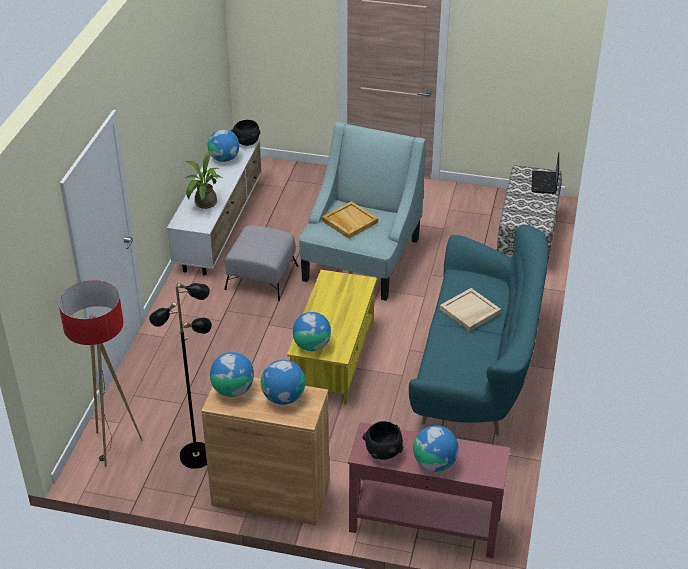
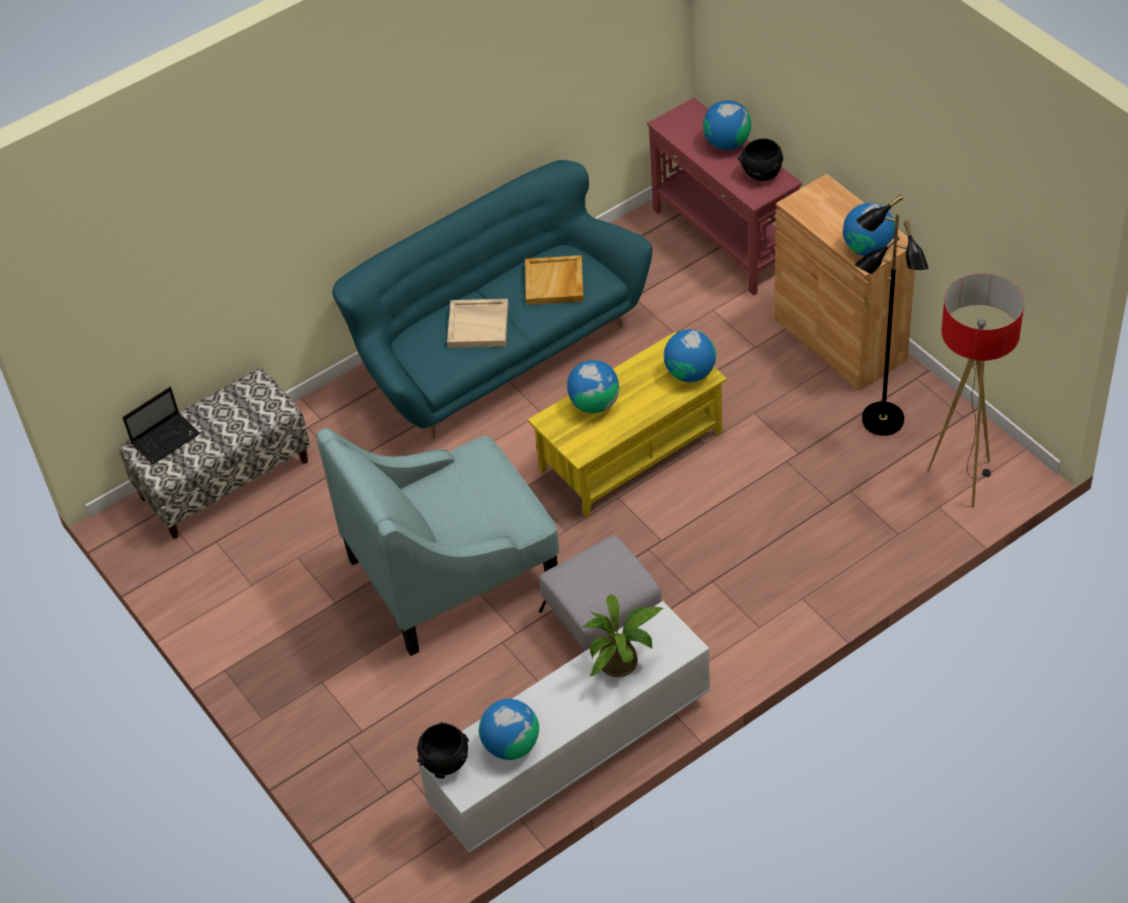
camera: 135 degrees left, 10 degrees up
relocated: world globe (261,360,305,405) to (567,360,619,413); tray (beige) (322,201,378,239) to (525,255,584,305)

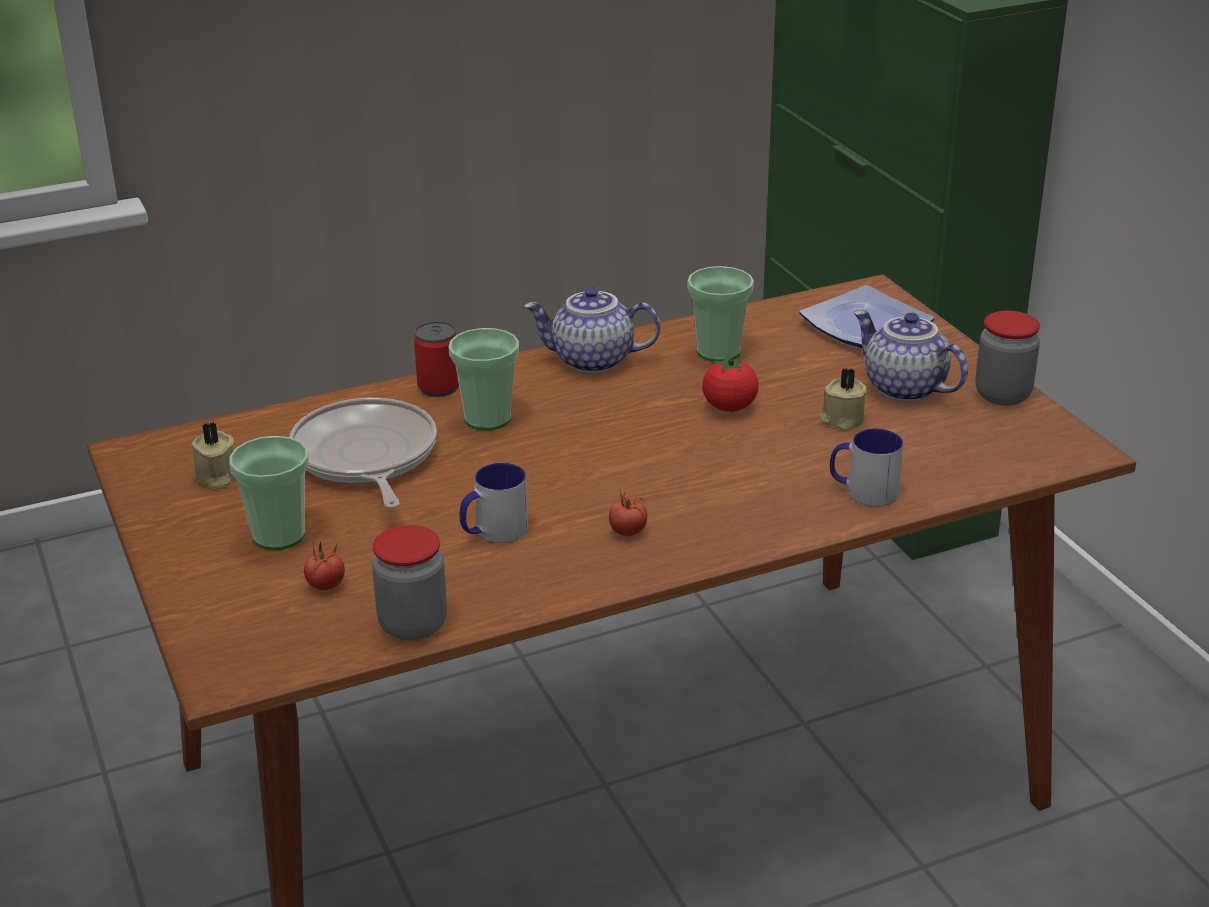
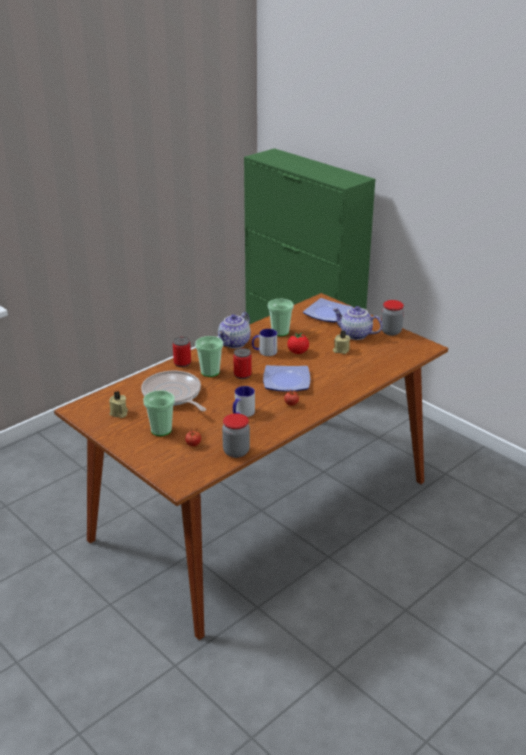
camera: 20 degrees left, 0 degrees up
appeared: metal can (233,348,252,379); dinner plate (263,365,310,392)
relocated: mug (830,429,903,506) to (252,329,277,356)
spun: pot for tea (524,287,661,373) = (218,312,251,348) 45 degrees counterclockwise

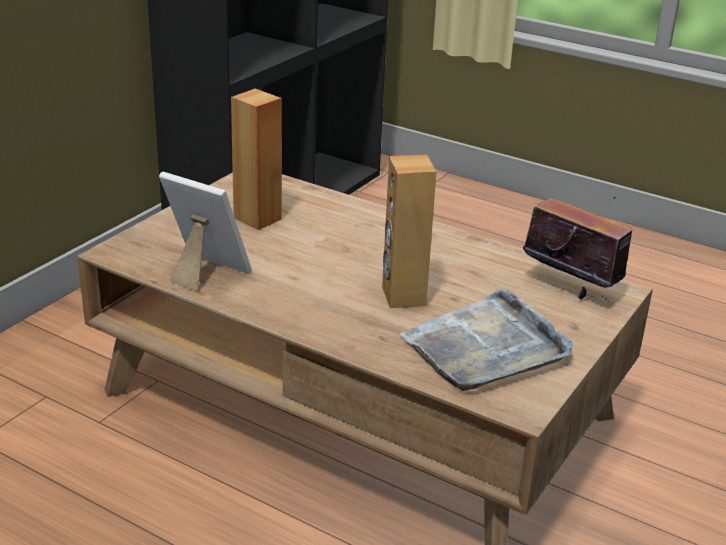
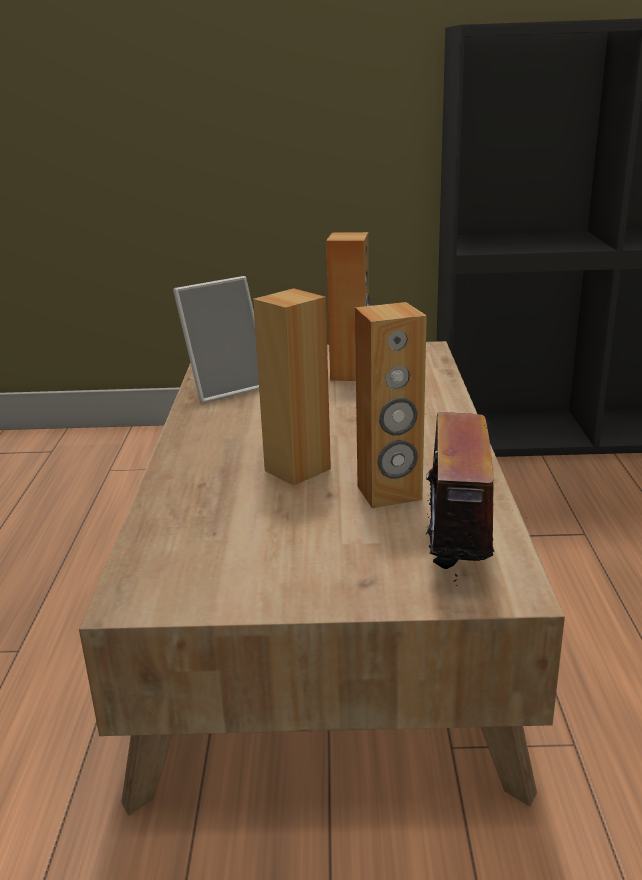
camera: 60 degrees right, 5 degrees down
missing: tray (gray) (399,288,573,391)
appeared: audio speaker (brownish) (355,302,427,508)
spun: picture frame (159,172,252,292) = (173,276,259,404) 60 degrees clockwise

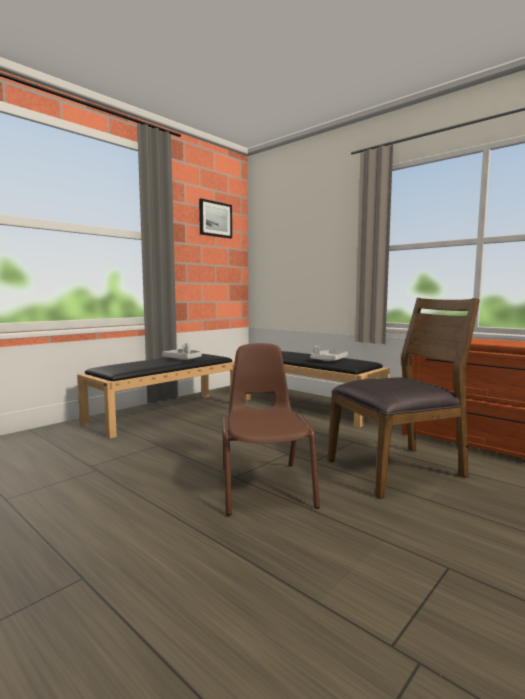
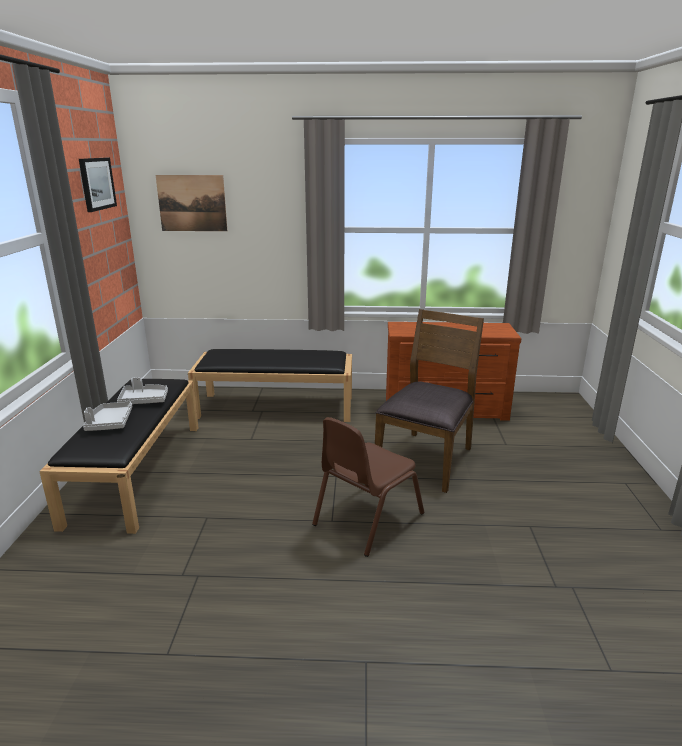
camera: 40 degrees left, 15 degrees up
appeared: wall picture (156,175,227,231)
relocated: tray (gray) (310,346,348,361) to (83,402,133,431)
spun: plain chair (brownish) (222,343,320,516) = (312,417,424,557) 90 degrees counterclockwise

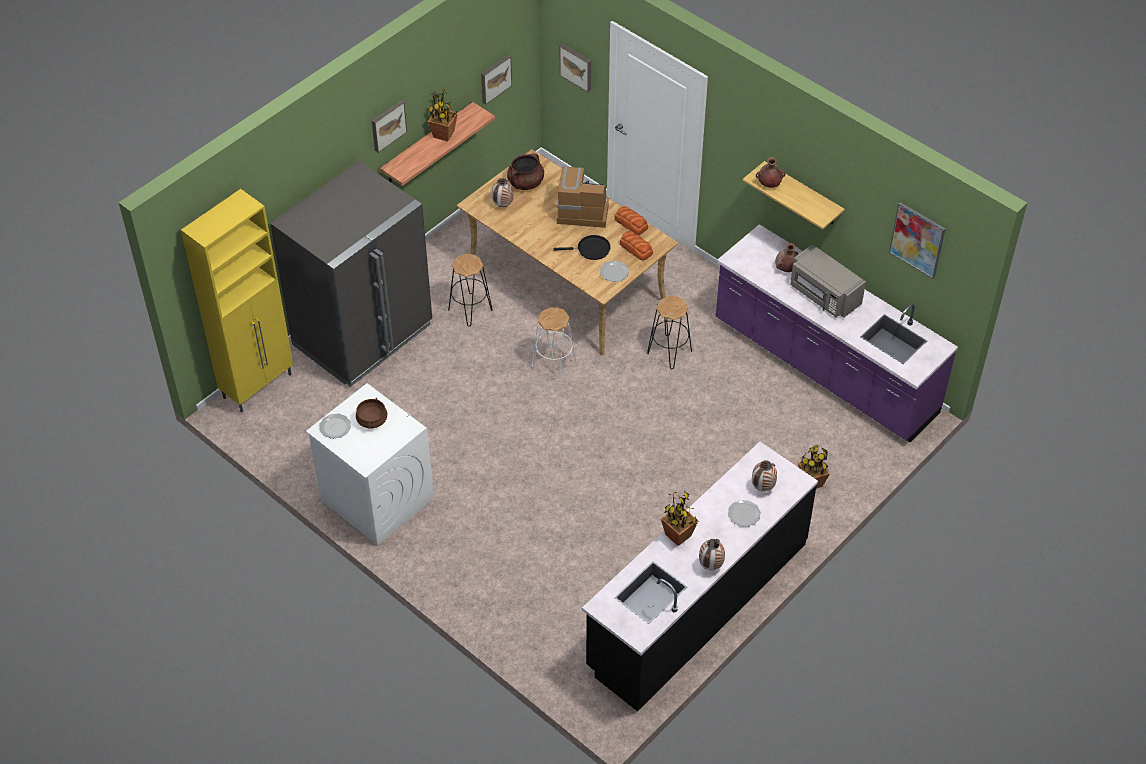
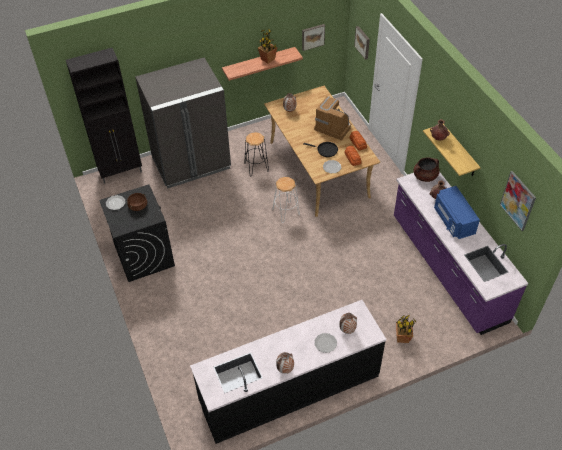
camera: 25 degrees right, 0 degrees up
missing: wall picture (371,100,407,153); sitting stool (black) (647,296,692,369); potted plant (661,491,698,546)
relocated: cooking pot (brownish) (507,153,544,190) to (414,157,440,182)
colour: cabinet (yellow-coloured) (181,189,293,413) to cabinet (black) (66,48,142,184); washing machine (white) (306,383,434,546) to washing machine (black) (99,184,175,282); kitchen microwave (gray) (790,244,866,318) to kitchen microwave (blue-coloured) (434,186,480,239)

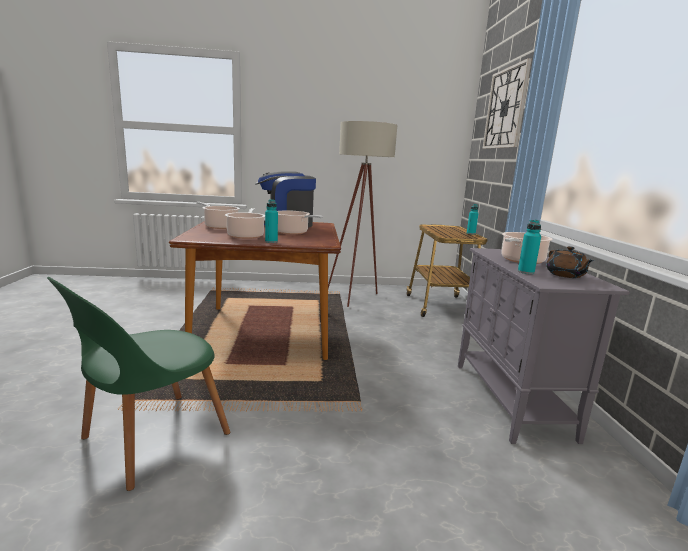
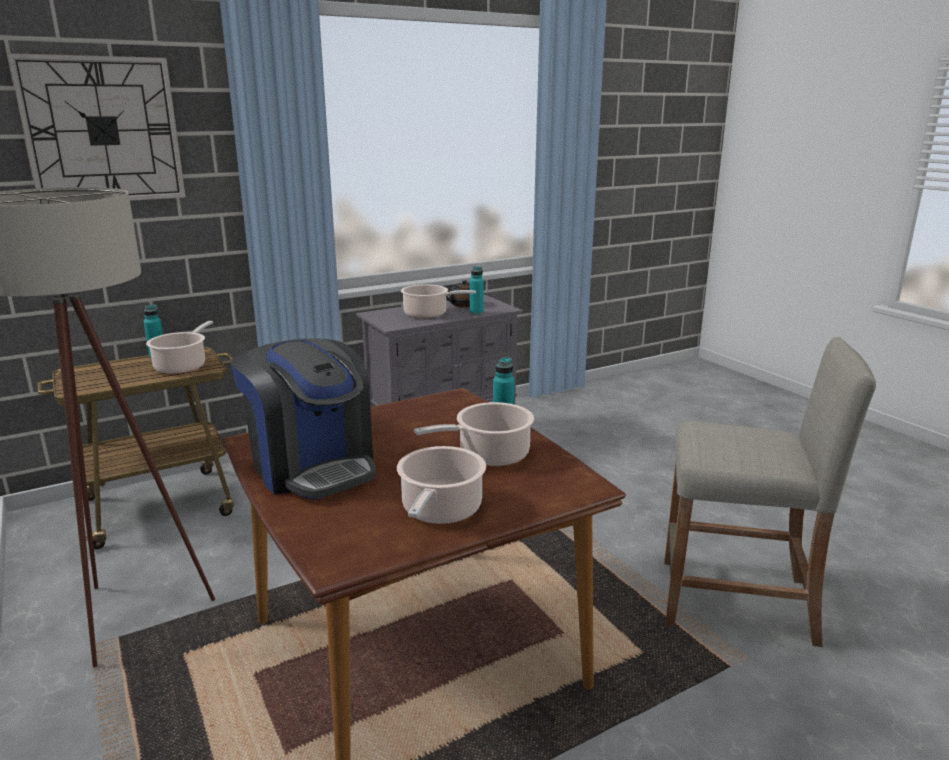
camera: 115 degrees left, 5 degrees up
relocated: cooking pot (278,211,323,235) to (146,321,213,374)
exchanged: plain chair (green) (47,277,231,491) to sitting stool (beige) (665,337,876,647)

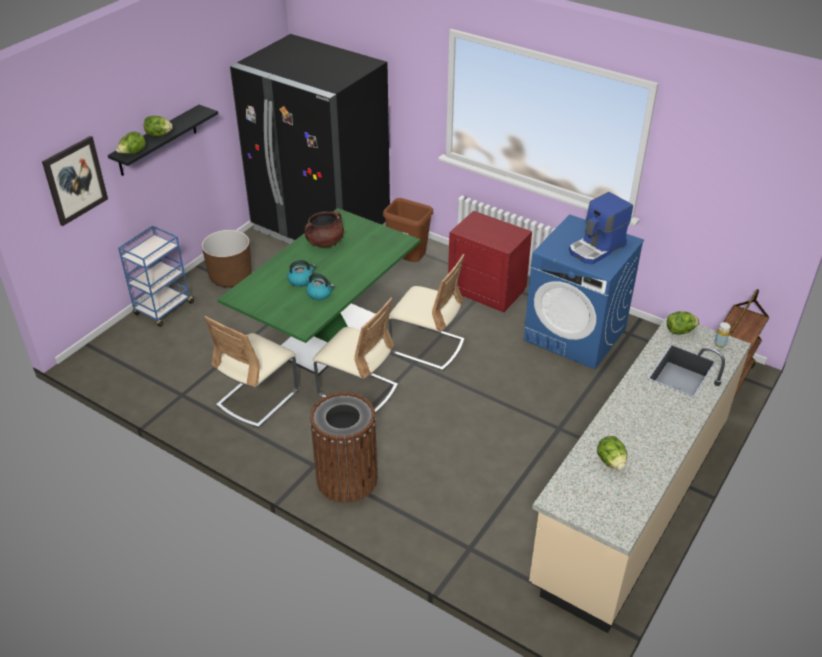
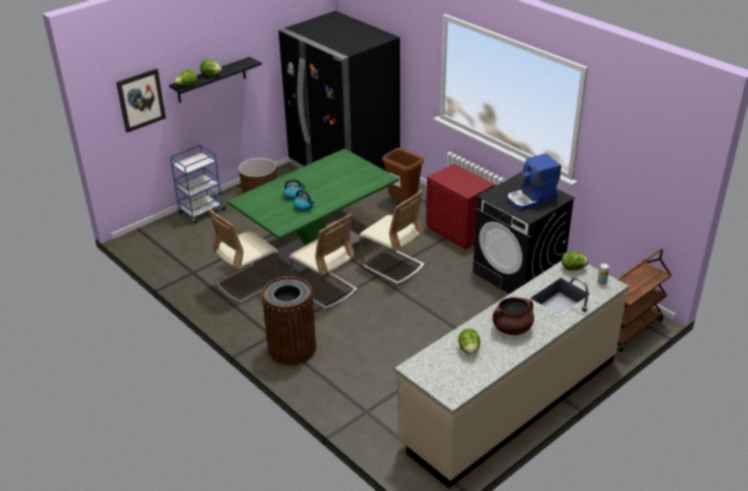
camera: 15 degrees right, 5 degrees down
relocated: cooking pot (brownish) (305,211,344,247) to (492,297,534,335)
colour: washing machine (blue-coloured) (523,214,644,370) to washing machine (black) (473,172,575,294)

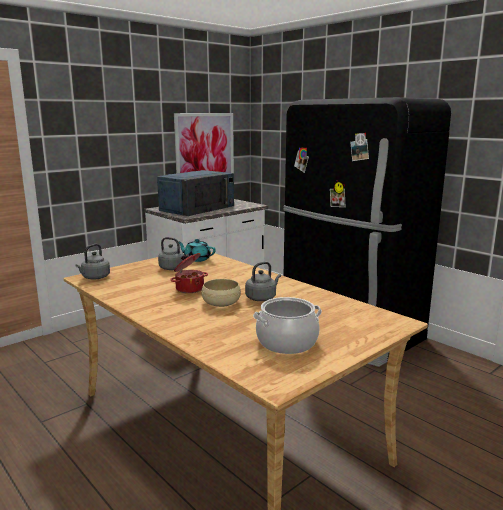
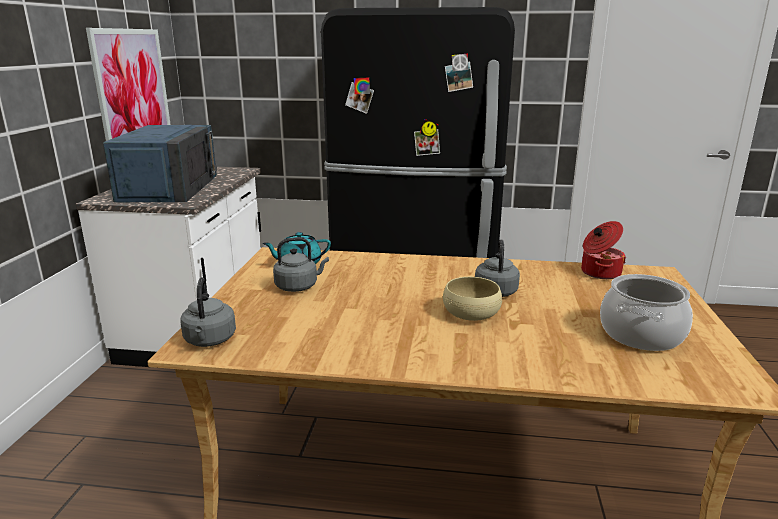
camera: 40 degrees left, 5 degrees up
relocated: cooking pot (170,253,208,293) to (581,221,626,279)

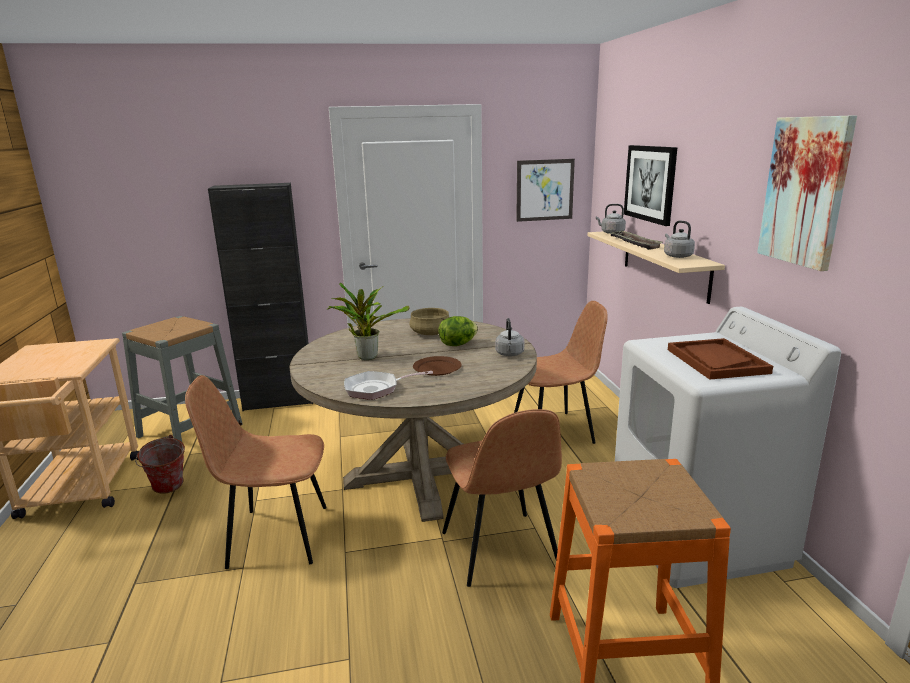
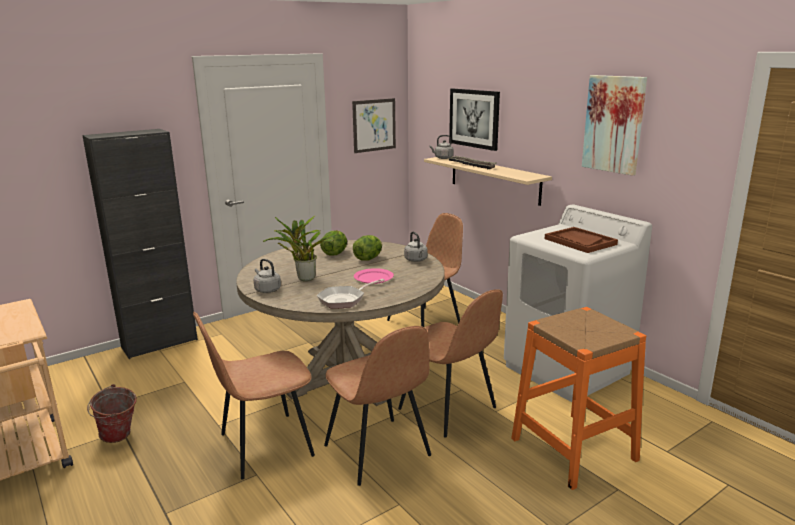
camera: 25 degrees left, 0 degrees up
missing: sitting stool (gray) (122,316,243,454)
appeared: plain chair (brownish) (324,326,431,486)
relocated: kettle (gray) (664,221,695,258) to (254,259,281,293)
exchanged: cooking pot (beige) (409,308,449,335) to lettuce (320,230,347,256)
colour: dinner plate (brownish) (413,356,462,376) to dinner plate (pink) (354,268,394,284)

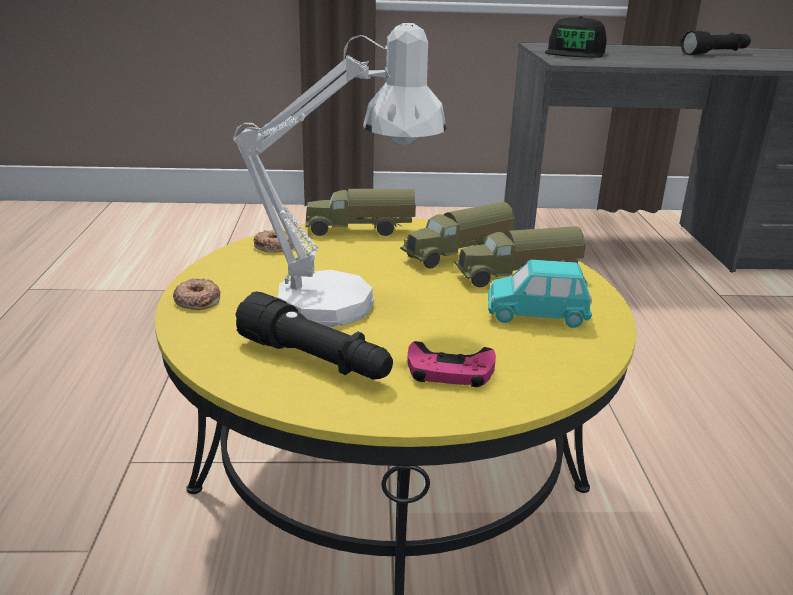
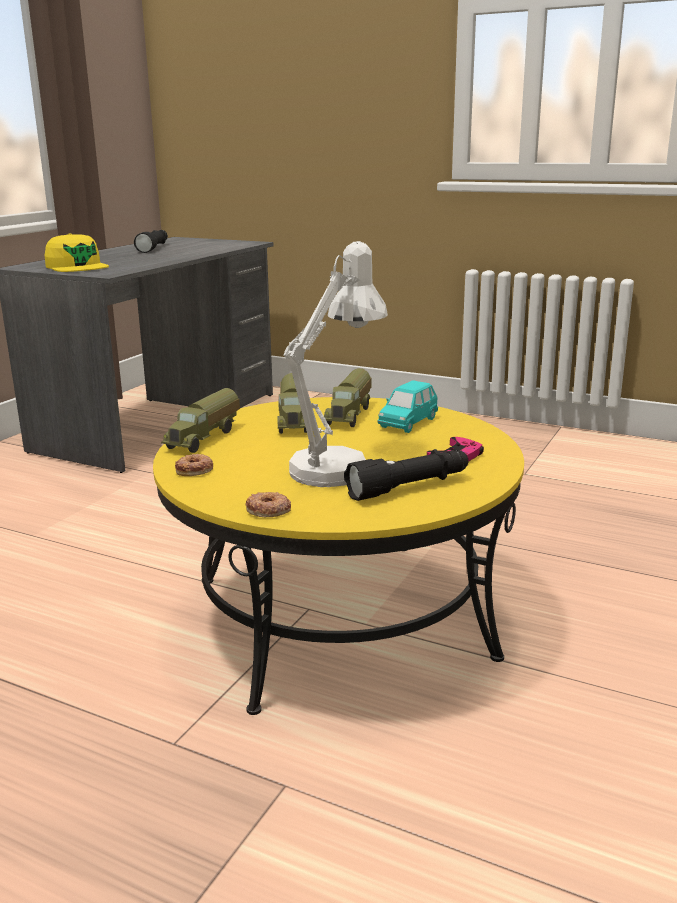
camera: 60 degrees left, 5 degrees down
colour: cap (black) (545,16,607,58) to cap (yellow-coloured) (45,234,109,272)

